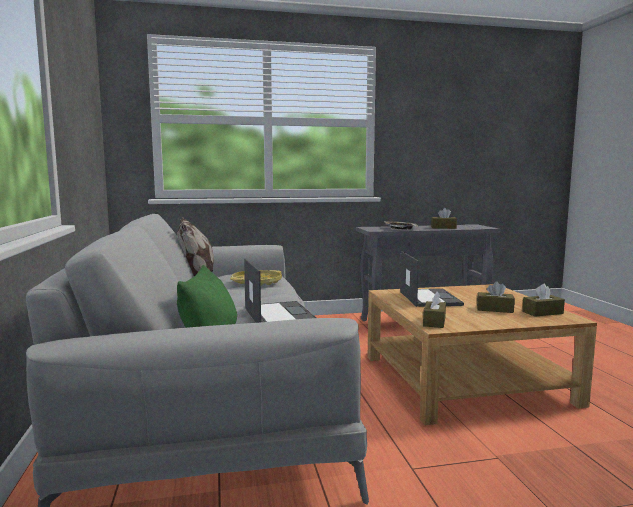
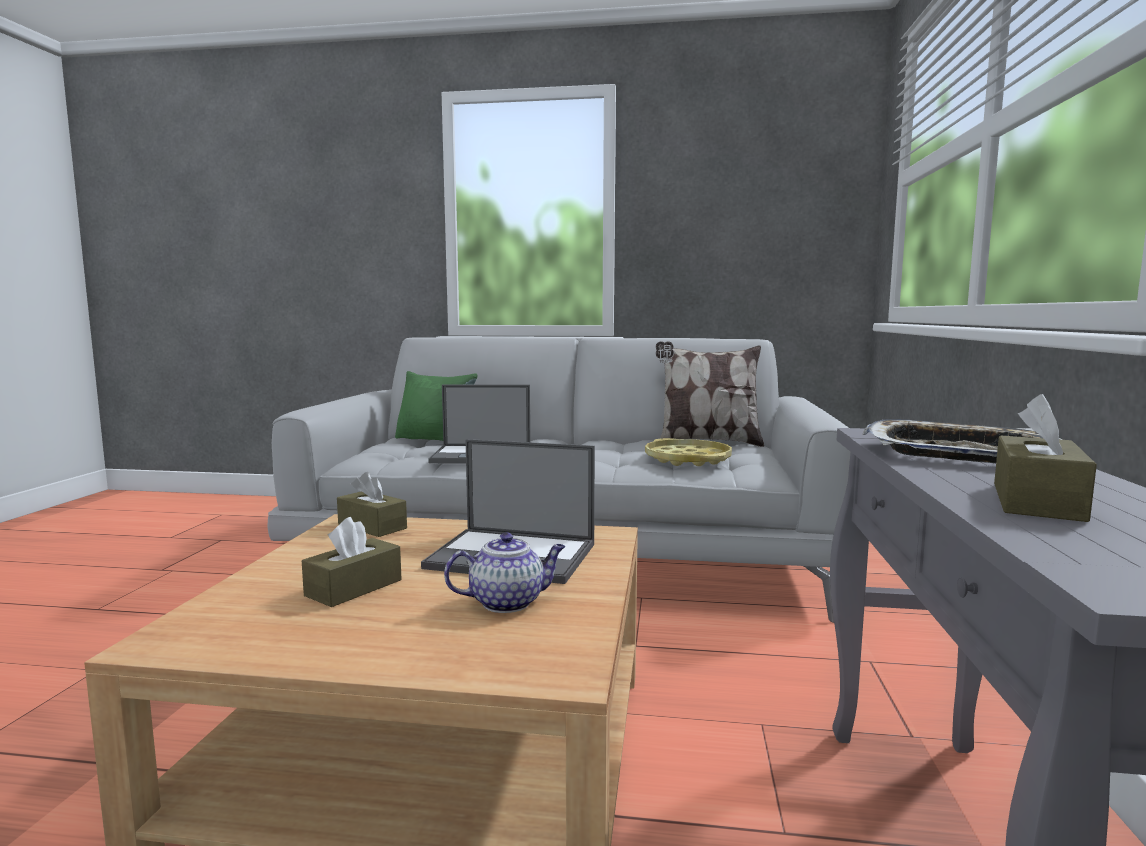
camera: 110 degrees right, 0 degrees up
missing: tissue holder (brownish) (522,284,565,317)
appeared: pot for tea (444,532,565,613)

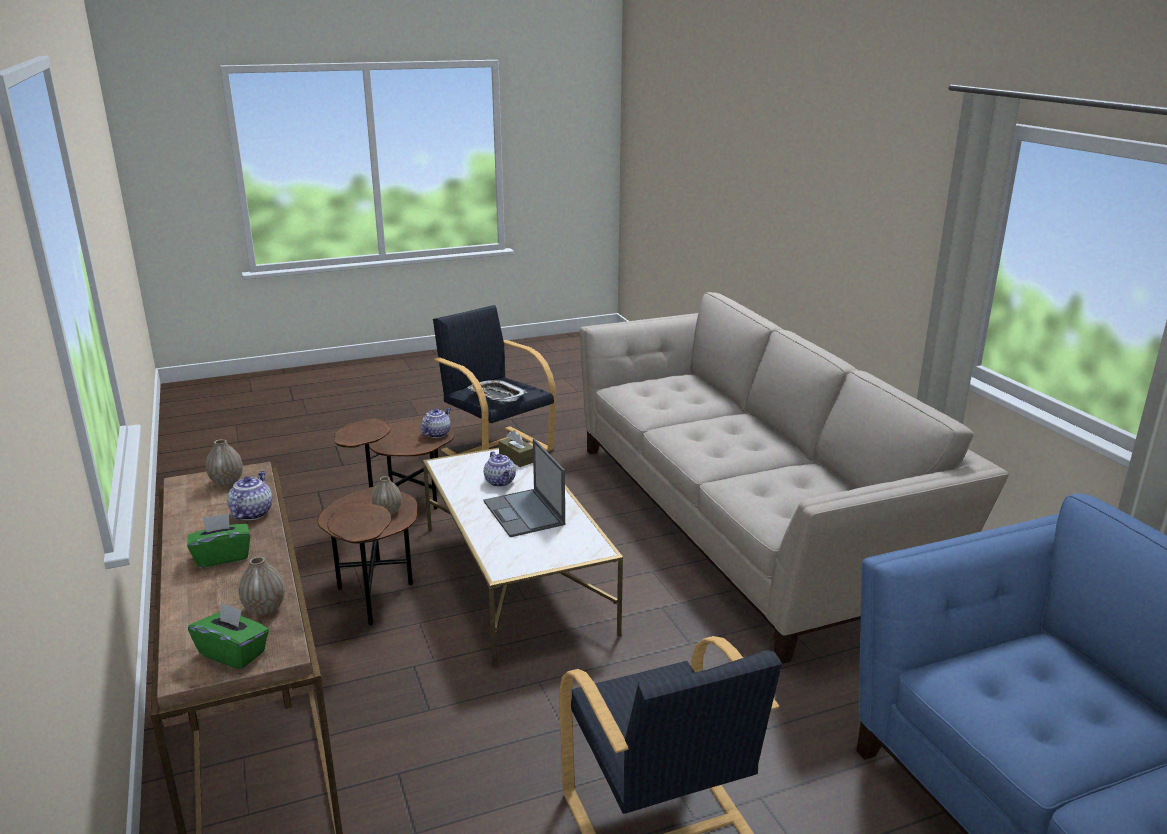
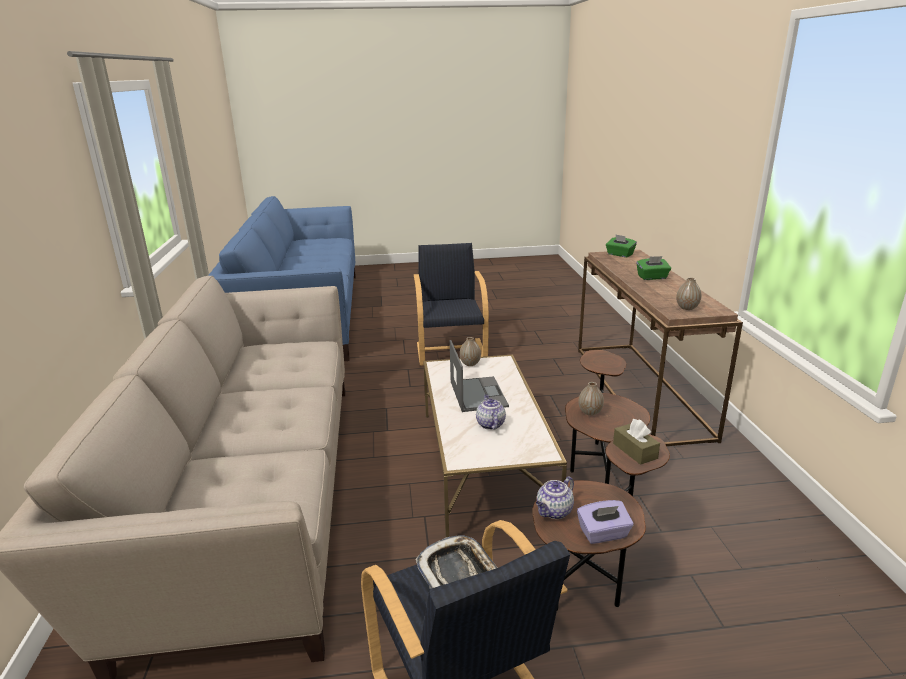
camera: 165 degrees left, 0 degrees up
missing: pot for tea (227,471,272,520)
appeared: tissue holder (purple-coloured) (577,500,634,544)
relocated: flower vase (239,556,285,616) to (460,337,481,366); tissue holder (brownish) (499,430,533,467) to (613,419,660,465)

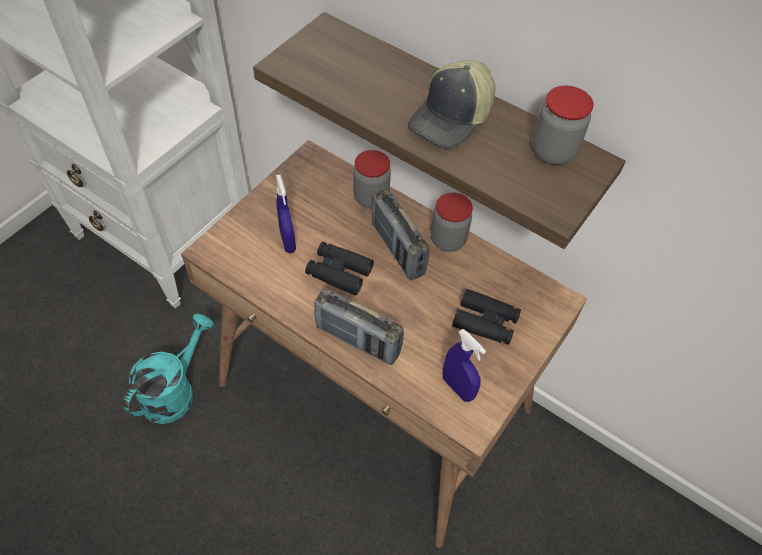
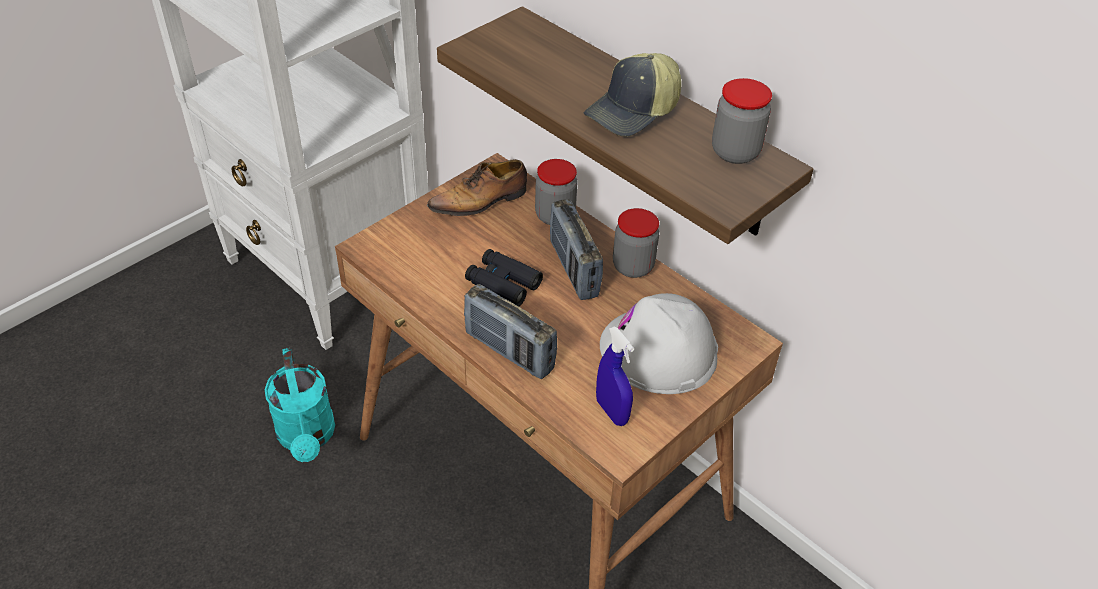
camera: 10 degrees right, 10 degrees down
missing: spray bottle (blue-coloured) (276,174,296,253)
appeared: shoe (427,159,527,216)
exchanged: field glasses (black) (452,289,521,345) to safety helmet (white) (600,293,718,394)
spun: watering can (blue-green) (123,314,214,424) = (265,348,335,462) 120 degrees clockwise

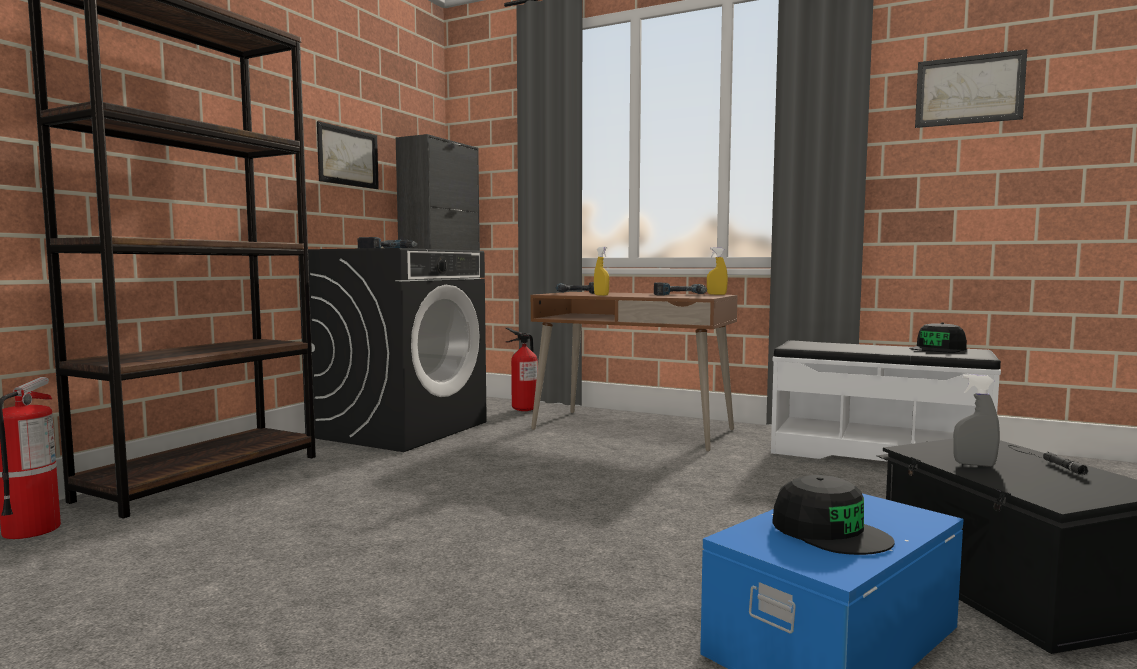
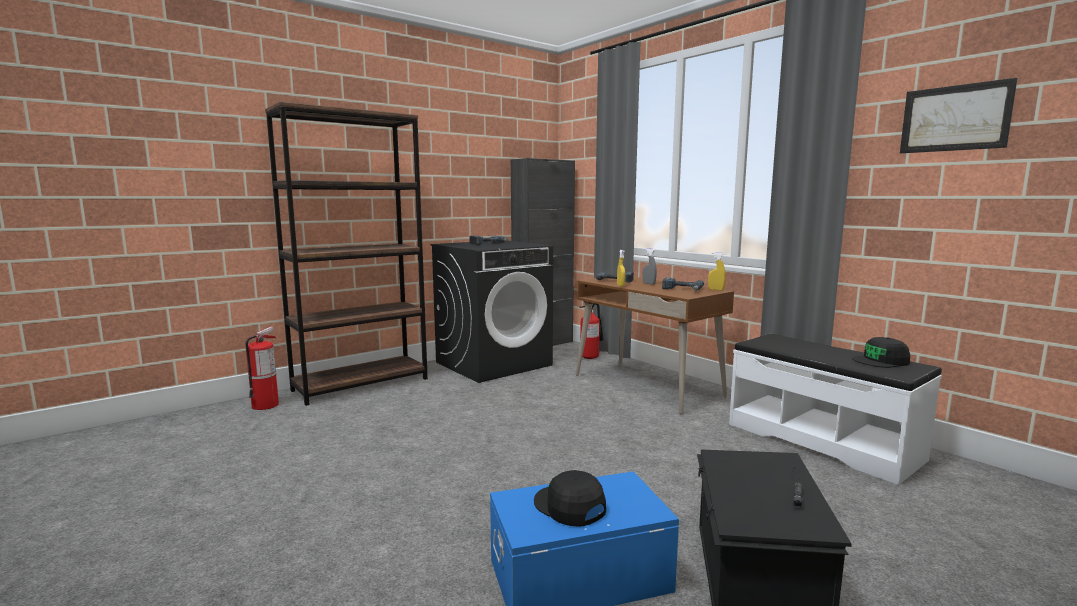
camera: 25 degrees right, 5 degrees up
missing: wall picture (317,121,379,189)
relocated: spray bottle (gray) (953,374,1000,467) to (642,248,657,285)
spun: cap (black) (772,475,895,555) = (534,470,606,527) 150 degrees clockwise

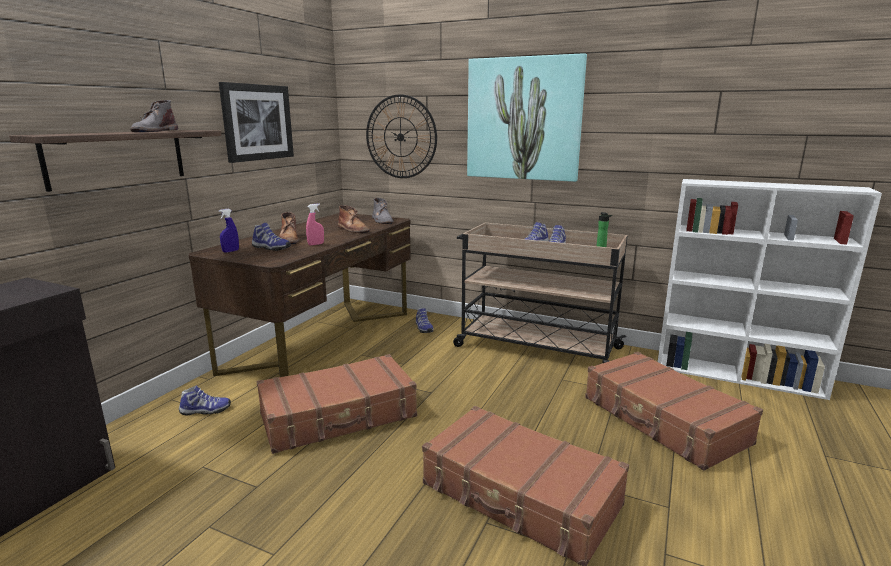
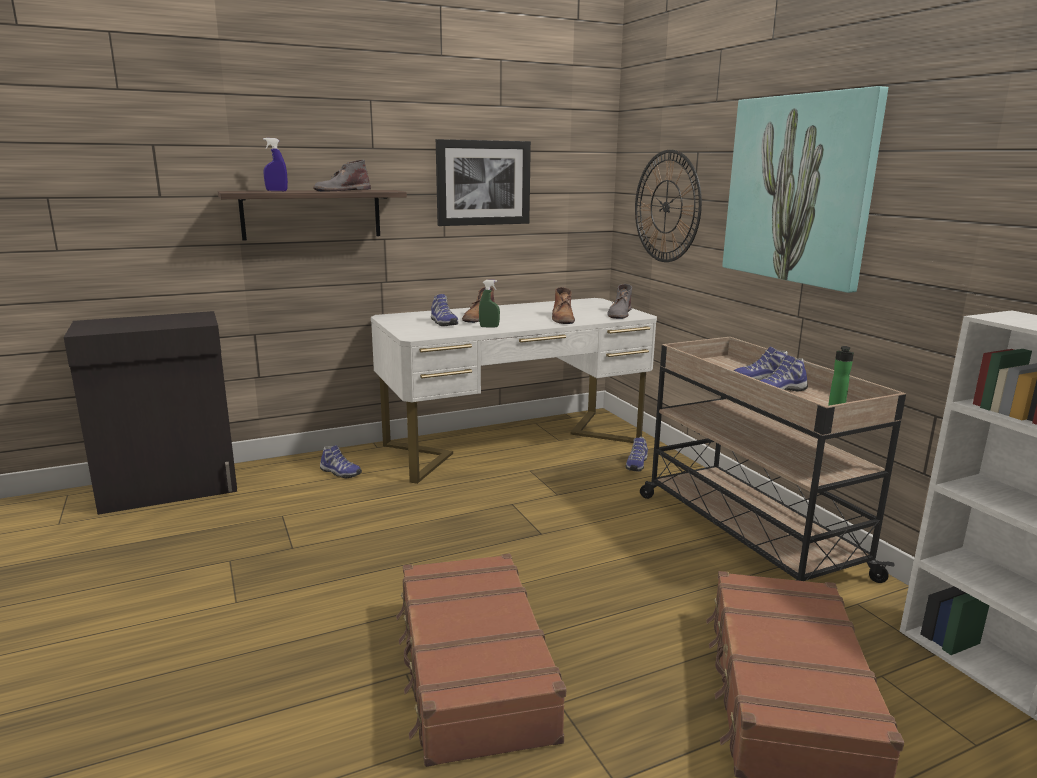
camera: 40 degrees right, 0 degrees up
missing: suitcase (brownish) (257,354,417,454)
relocated: spray bottle (blue-coloured) (218,209,239,253) to (263,138,288,191)
colour: desk unit (brownish) (189,213,411,377) to desk unit (white) (371,298,657,484); spray bottle (pink) (306,204,324,246) to spray bottle (green) (479,280,500,328)

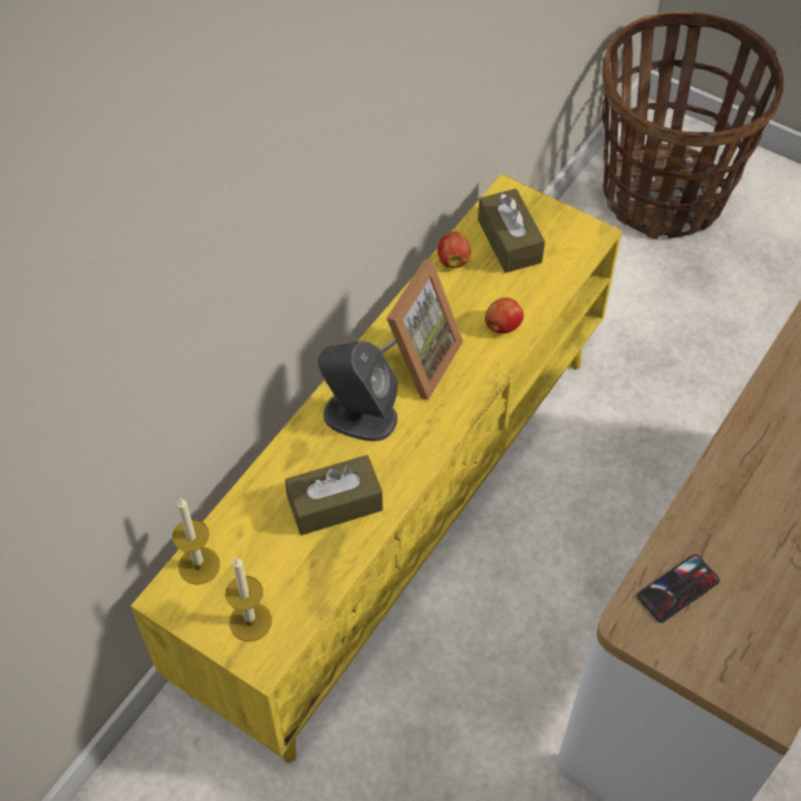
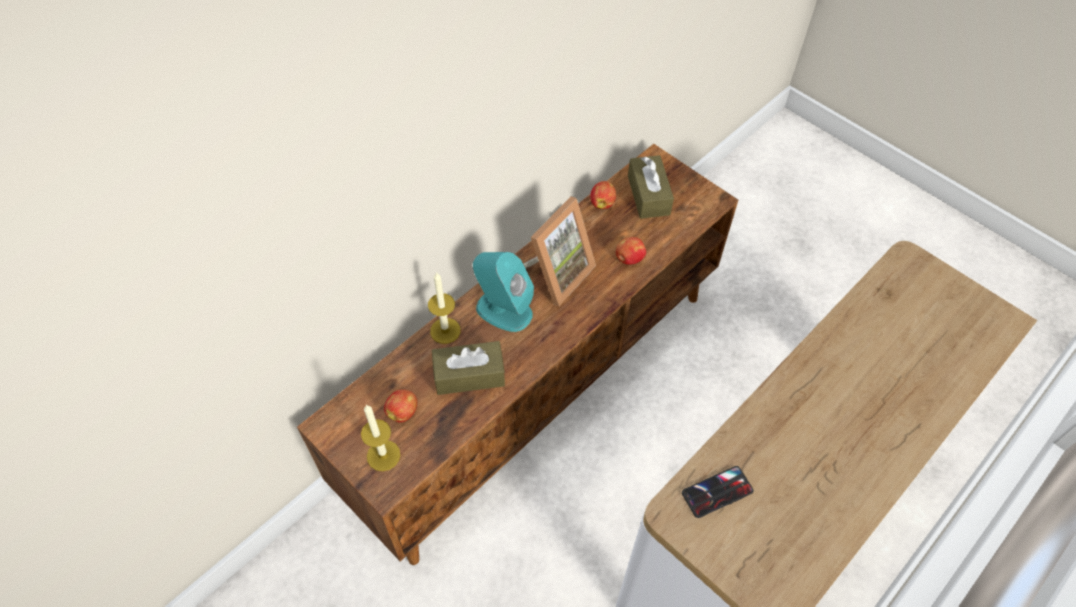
camera: 10 degrees right, 0 degrees up
missing: household basket (602,11,784,240)
appeared: whole apple (384,389,417,422)
relocated: candle (172,498,220,585) to (428,272,461,344)
colour: tv stand (yellow-coloured) (131,173,622,763) to tv stand (brownish) (297,144,738,565); audio speaker (gray) (318,341,398,441) to audio speaker (blue-green) (473,252,534,332)

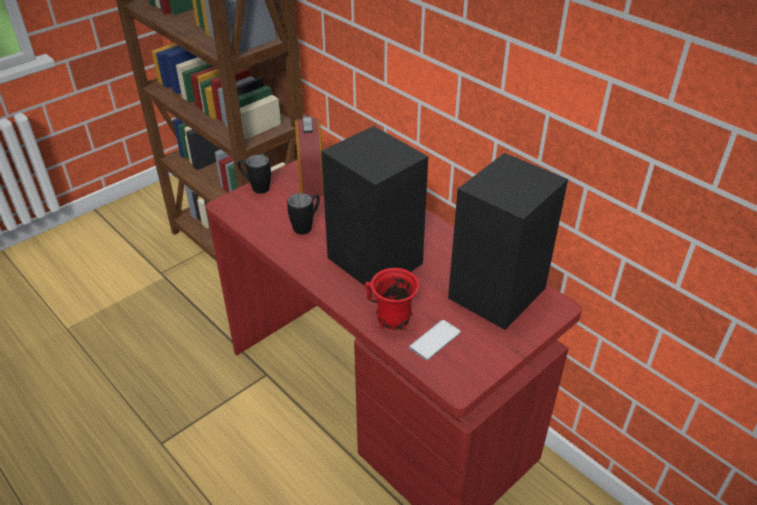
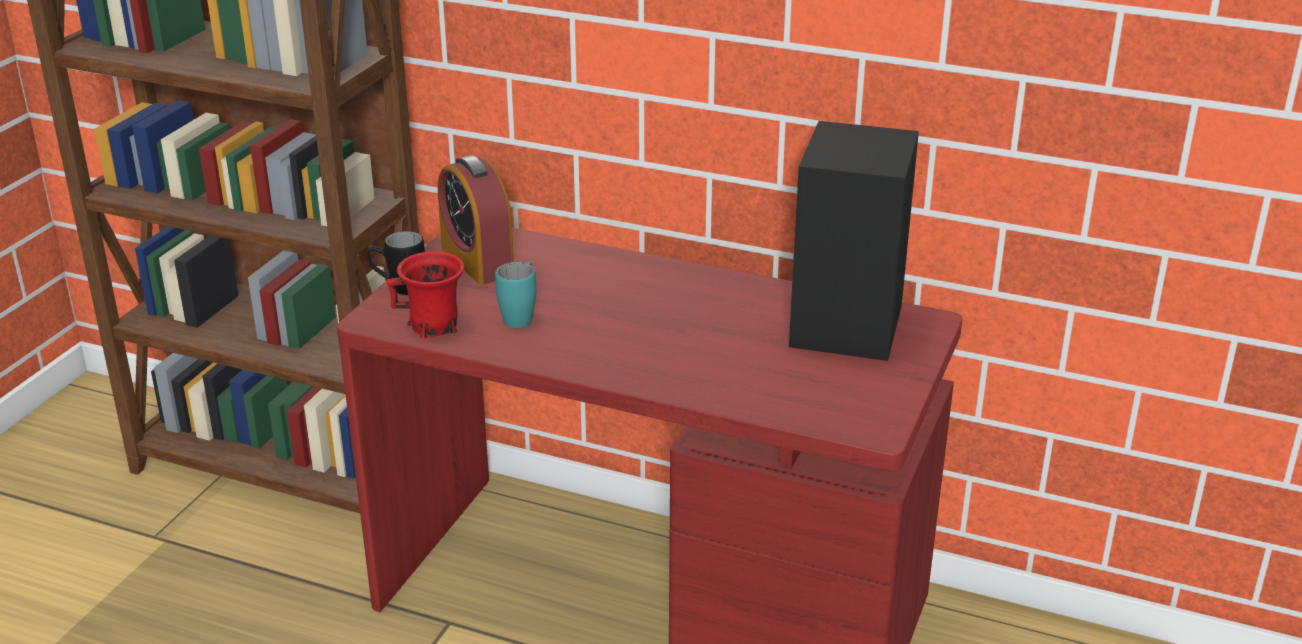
camera: 25 degrees left, 10 degrees down
missing: audio speaker (black) (321,126,428,287); handset (409,320,461,360)
relocated: mug (red) (365,268,419,330) to (387,251,464,338)
colour: mug (black) (287,193,320,235) to mug (blue-green) (495,262,536,328)

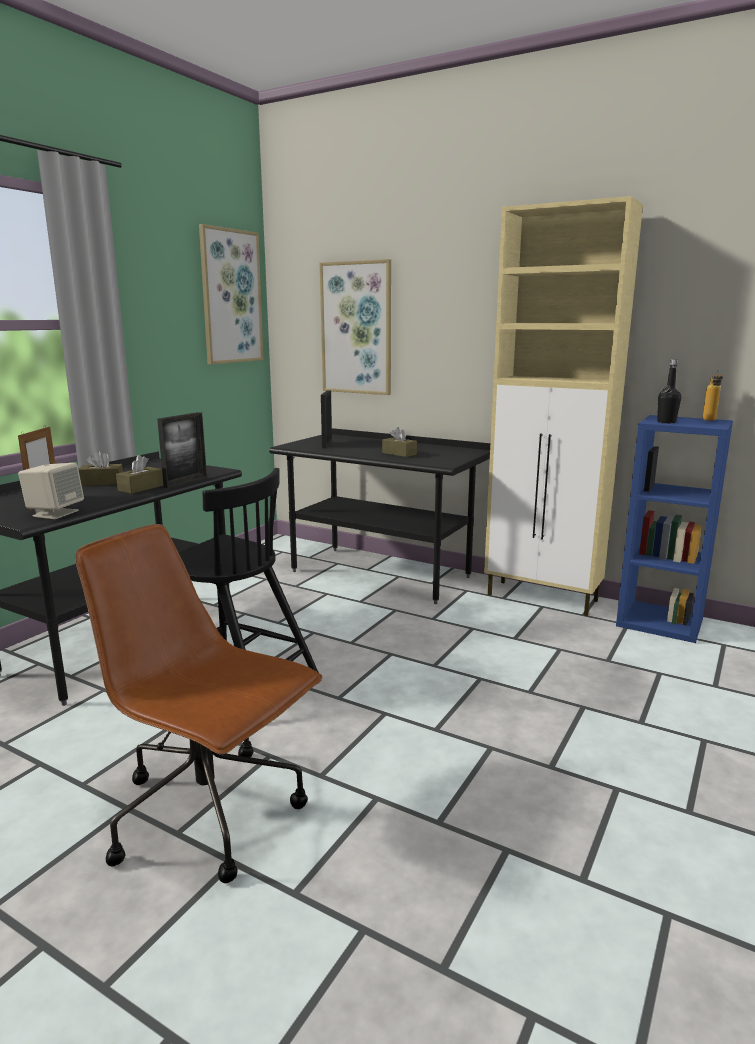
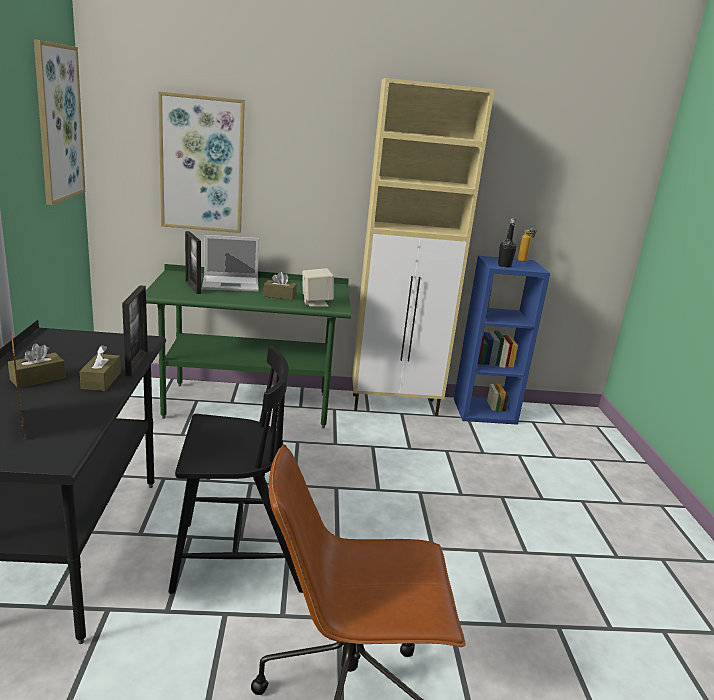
camera: 35 degrees left, 5 degrees up
appeared: laptop (202,235,259,292)
relocated: audio speaker (beige) (18,463,84,519) to (302,268,334,307)
colour: desk unit (black) (269,428,490,604) to desk unit (green) (146,264,351,429)

